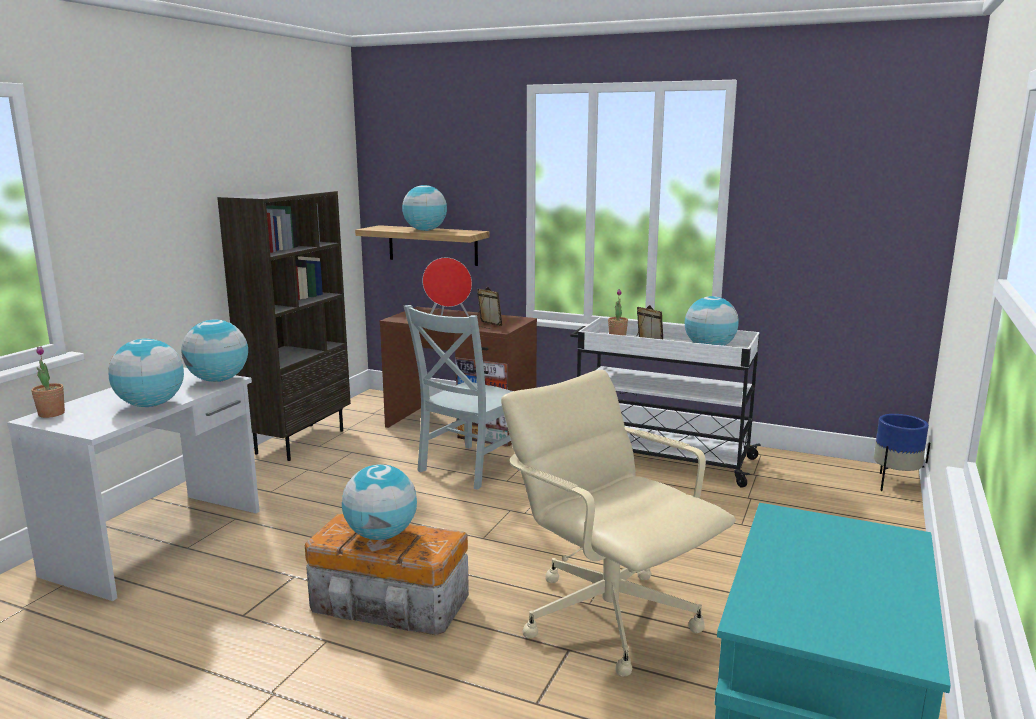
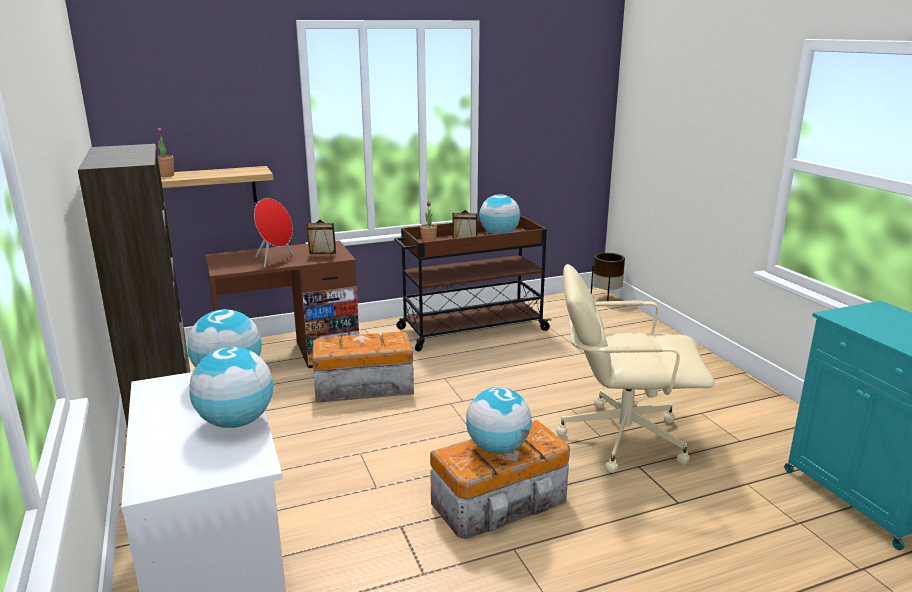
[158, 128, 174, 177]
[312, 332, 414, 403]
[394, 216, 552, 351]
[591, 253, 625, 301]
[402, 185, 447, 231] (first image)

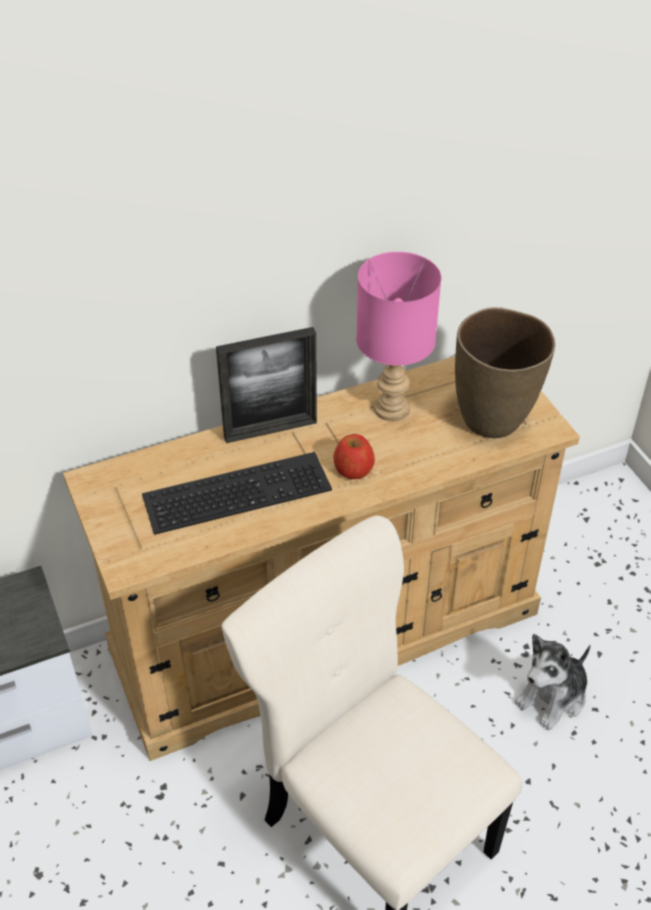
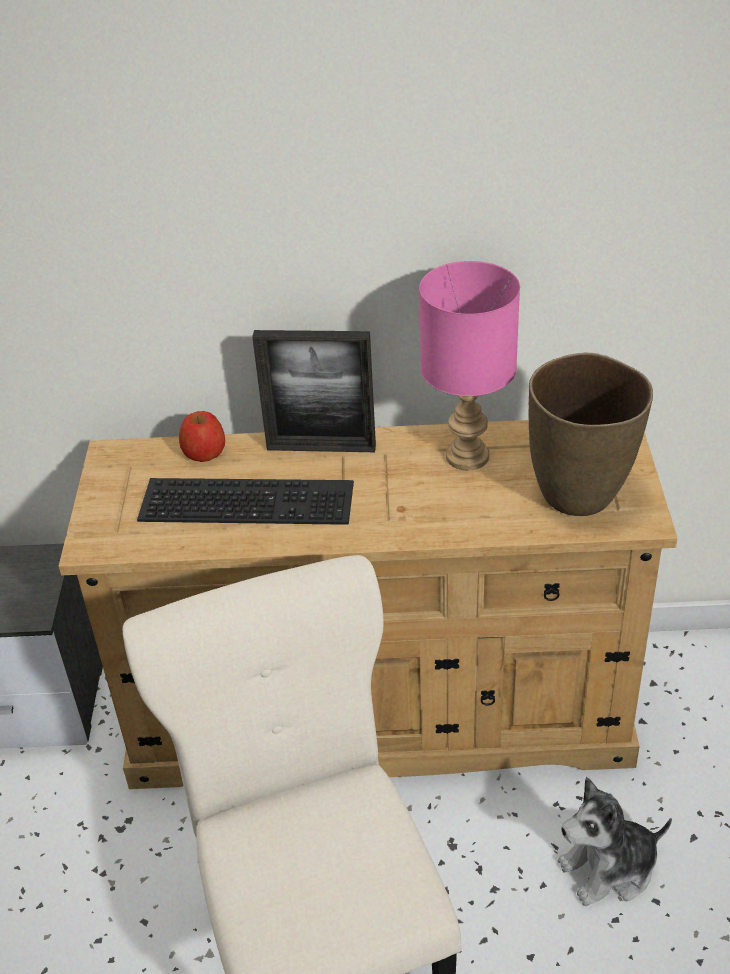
[179, 411, 225, 462]

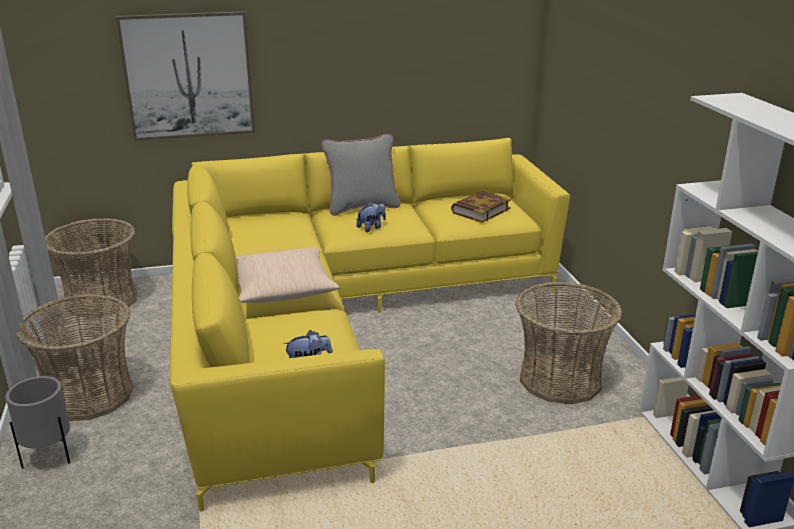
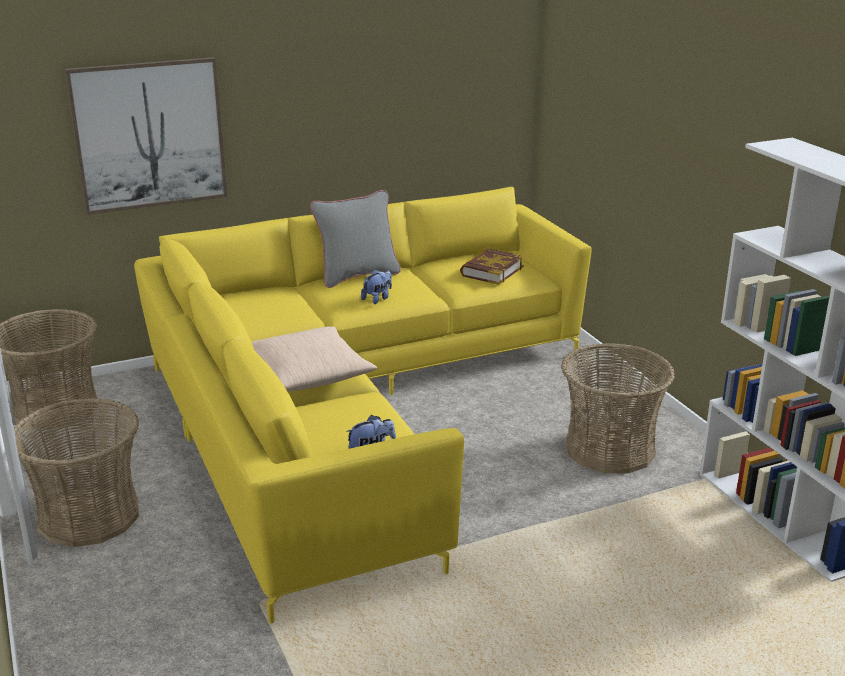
[6, 376, 70, 469] (first image)

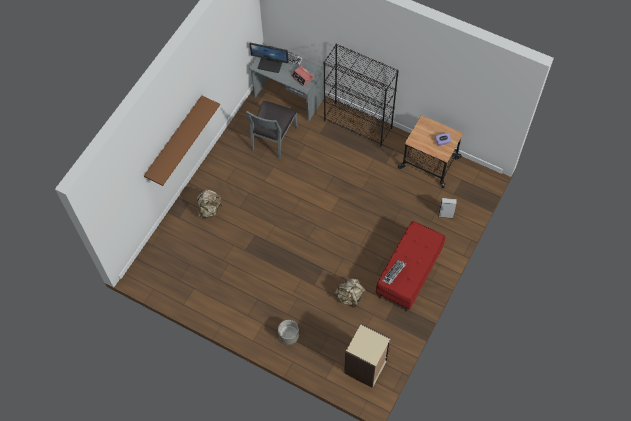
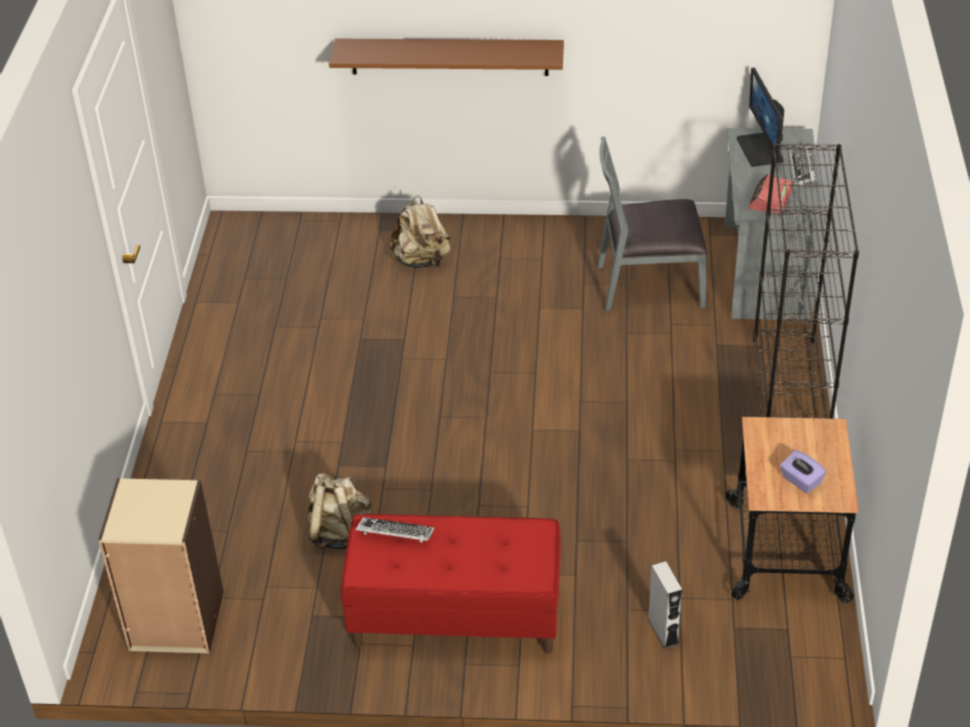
[278, 320, 299, 345] (first image)

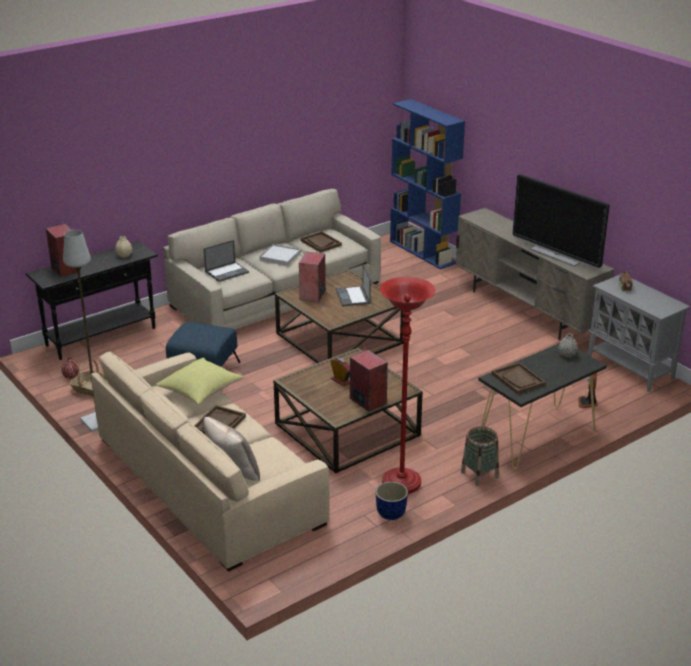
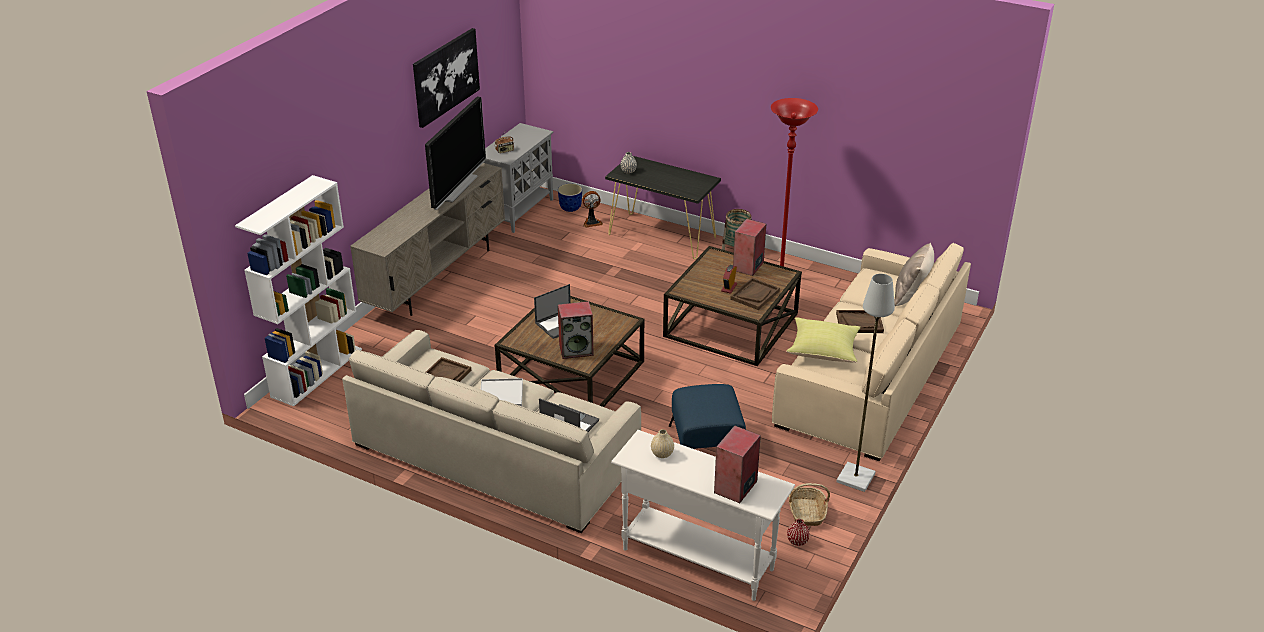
[235, 175, 362, 406]
[413, 28, 480, 128]
[558, 184, 582, 212]
[611, 430, 795, 601]
[730, 278, 780, 310]

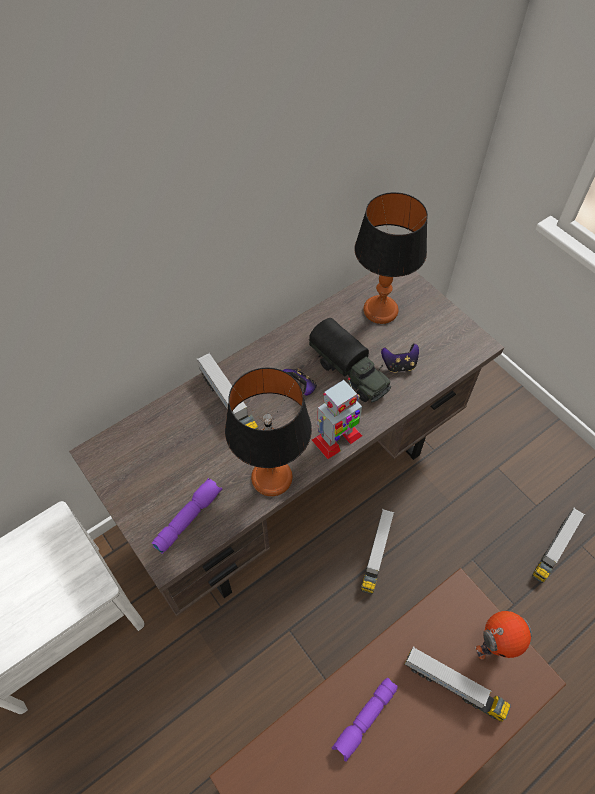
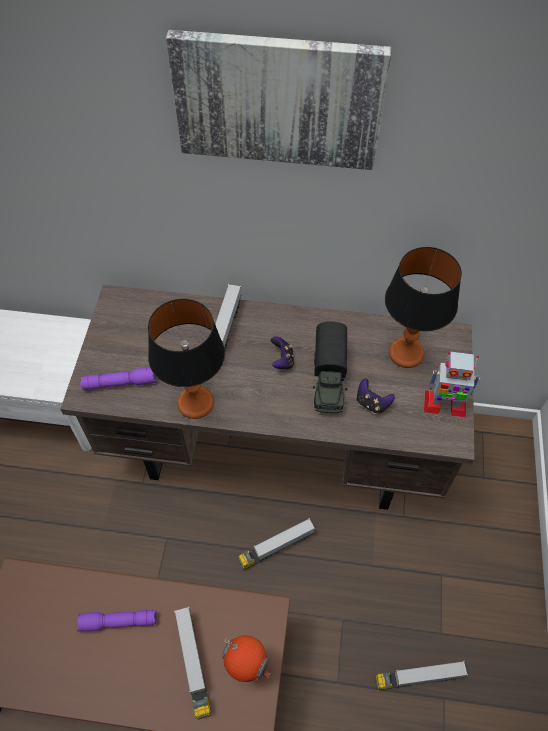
[166, 30, 392, 170]
[424, 352, 480, 417]

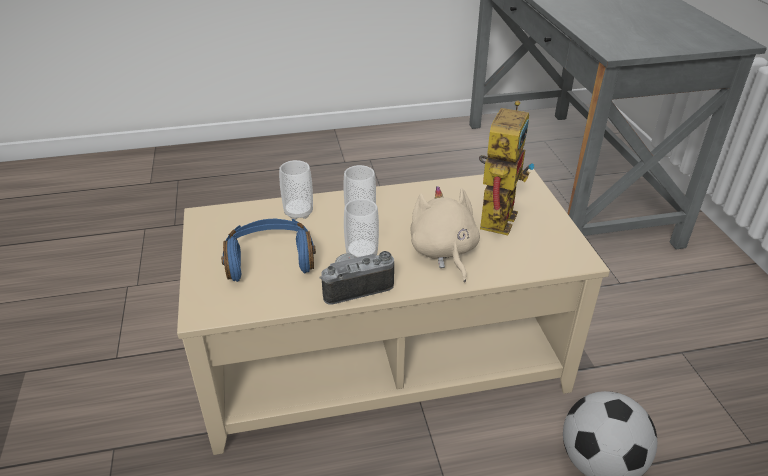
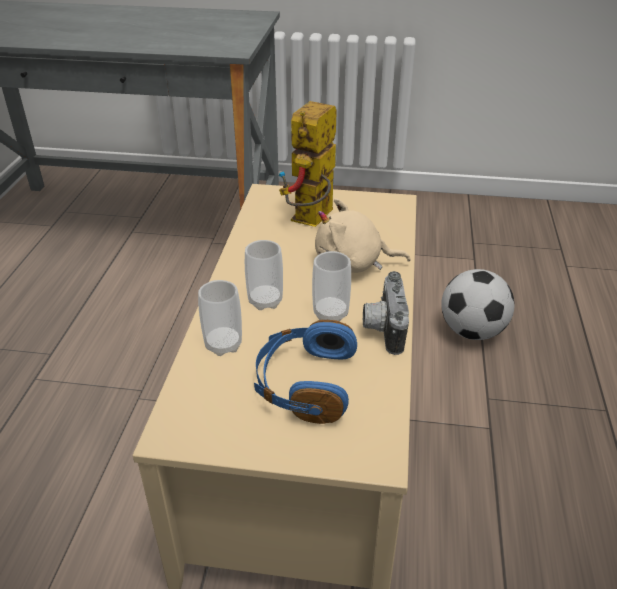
[279, 101, 337, 227]

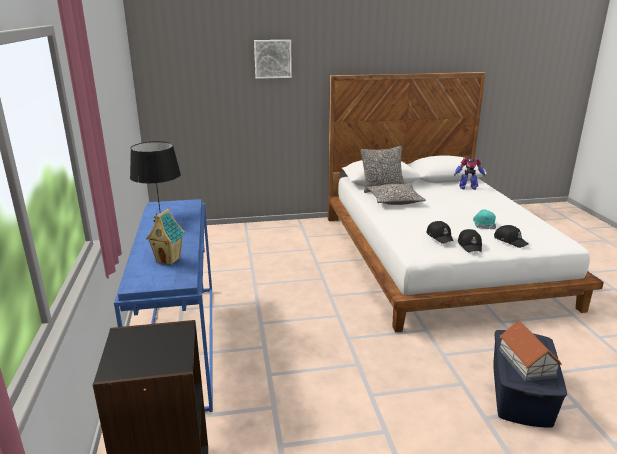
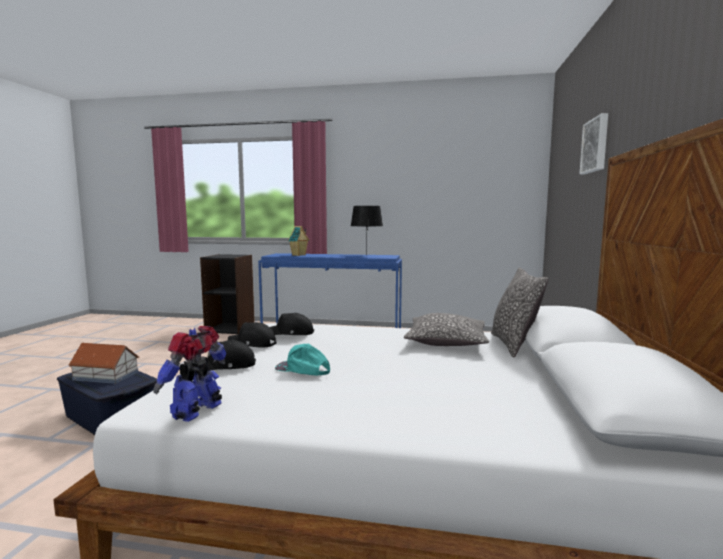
[153, 326, 226, 422]

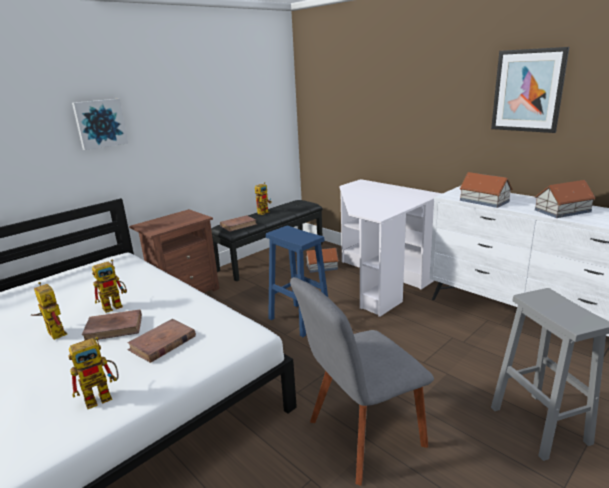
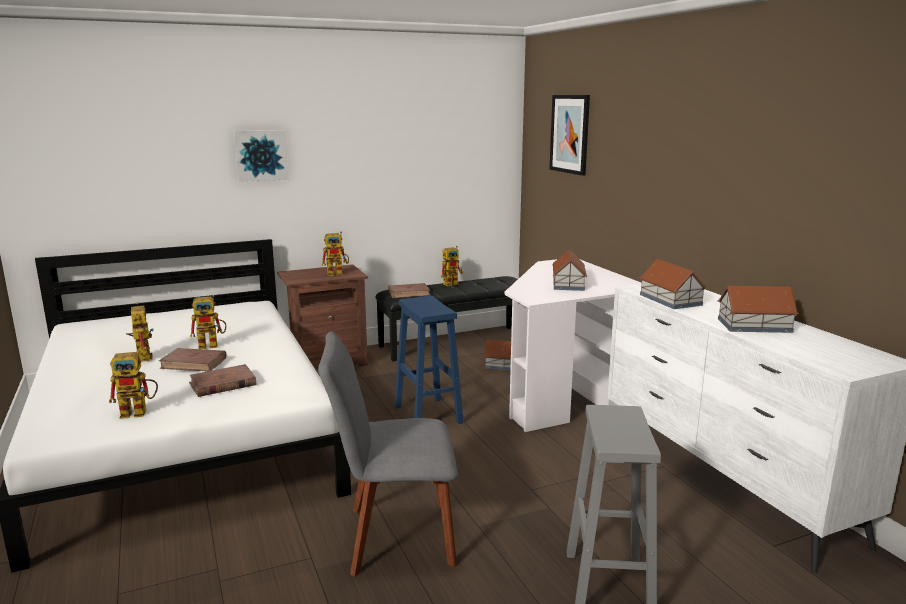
[322, 231, 349, 276]
[549, 95, 590, 176]
[552, 249, 587, 291]

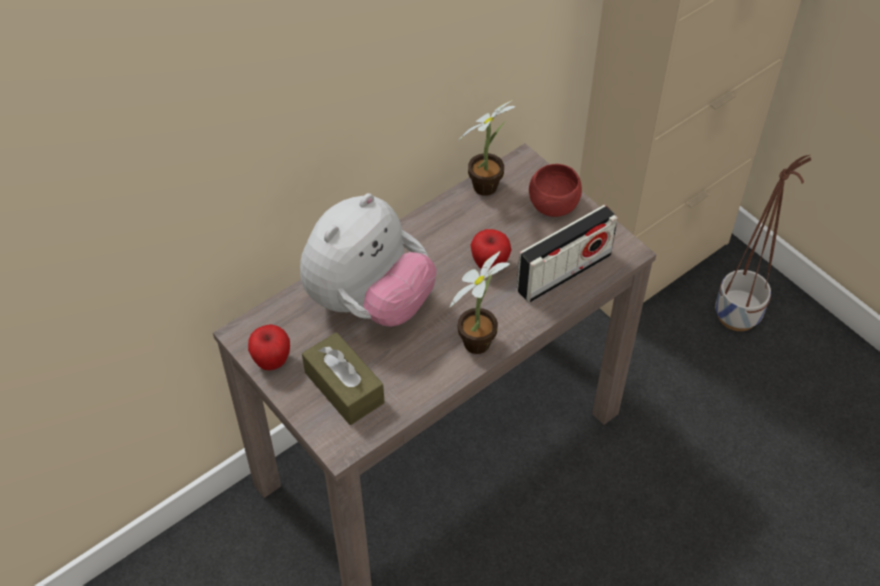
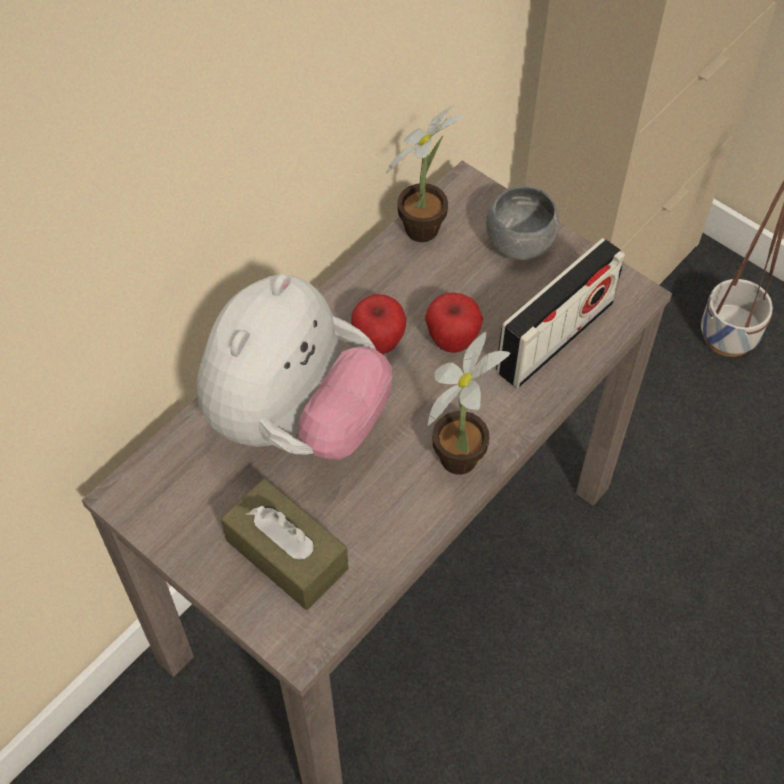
[351, 294, 407, 354]
[486, 186, 559, 260]

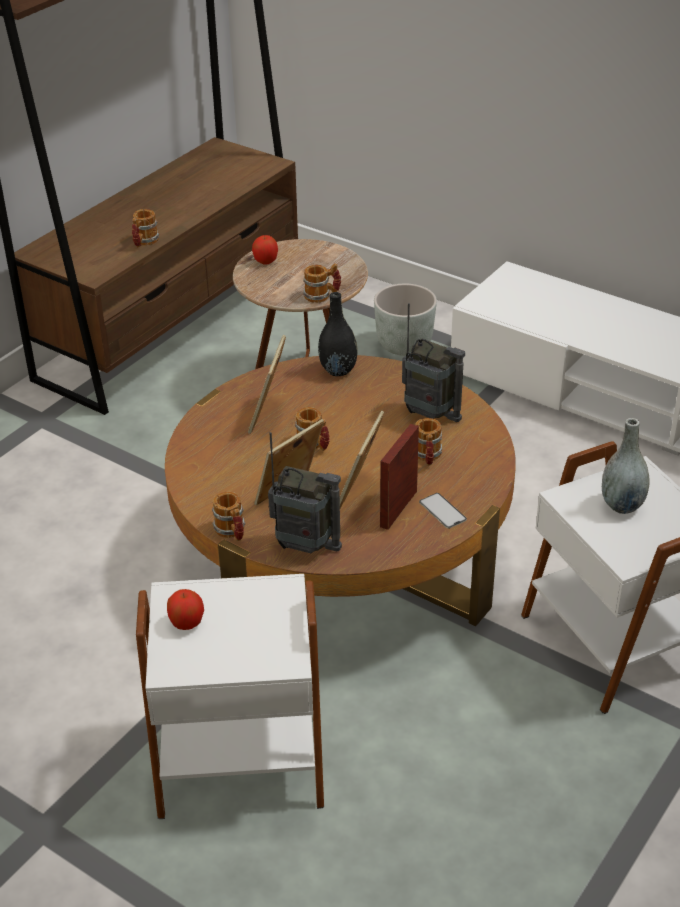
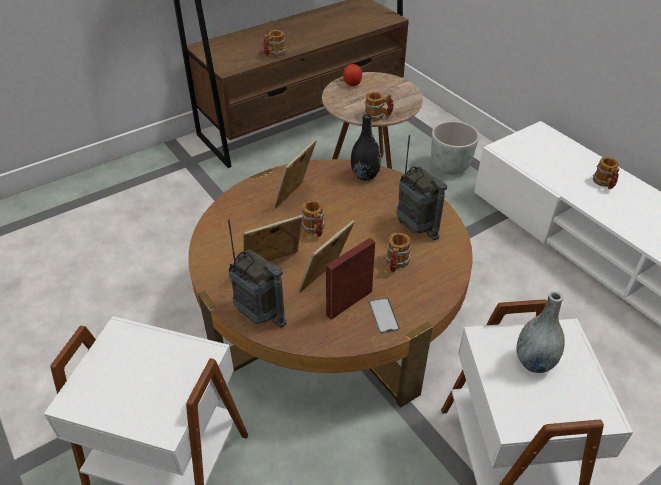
[593, 157, 620, 189]
[167, 589, 204, 630] (first image)

